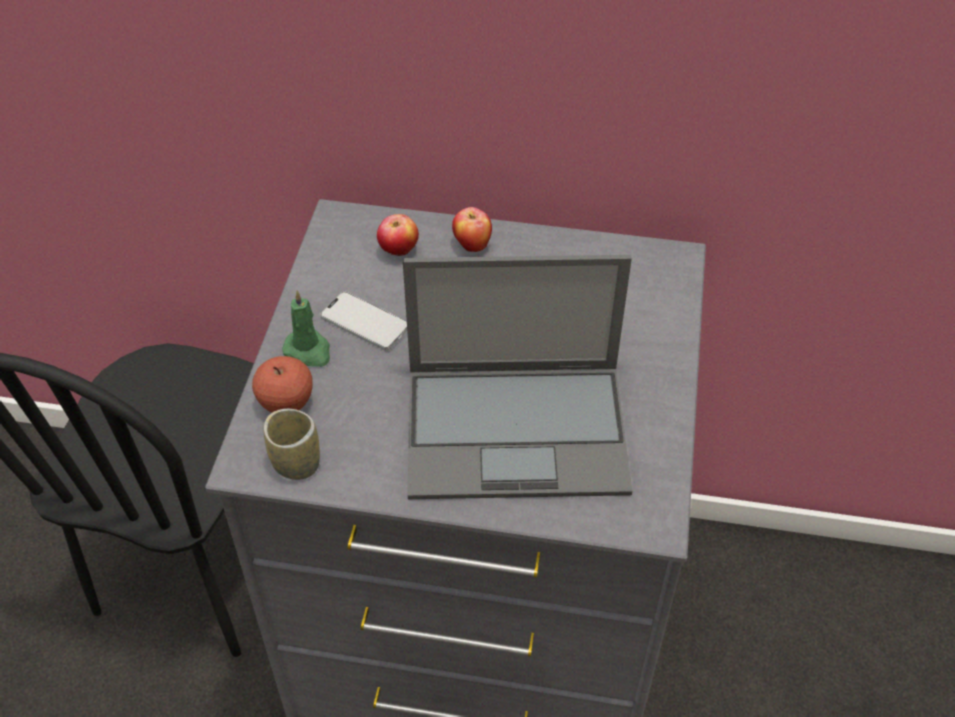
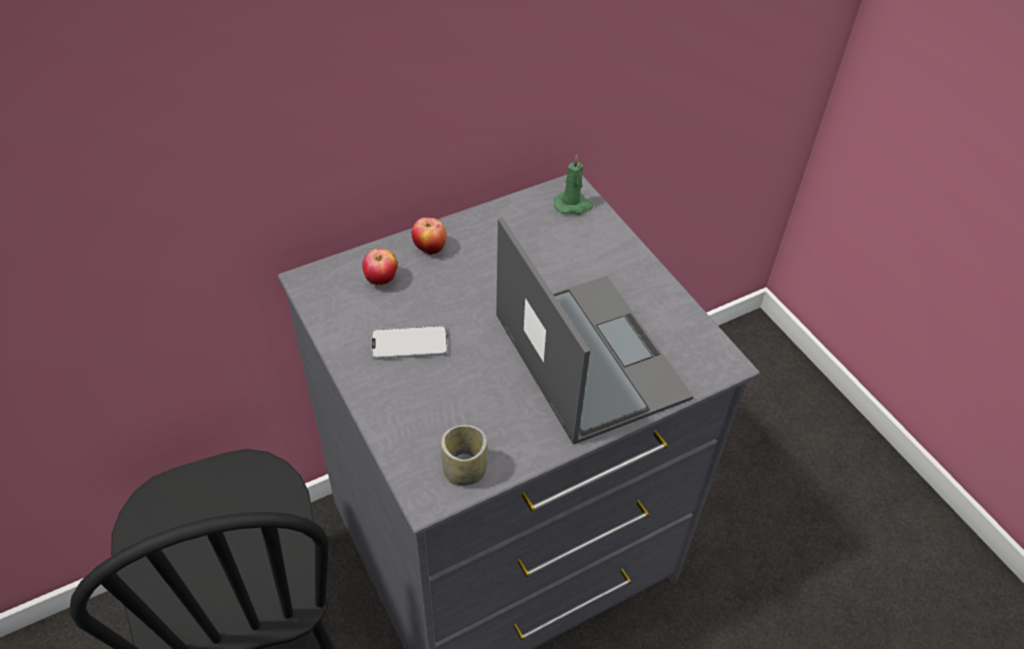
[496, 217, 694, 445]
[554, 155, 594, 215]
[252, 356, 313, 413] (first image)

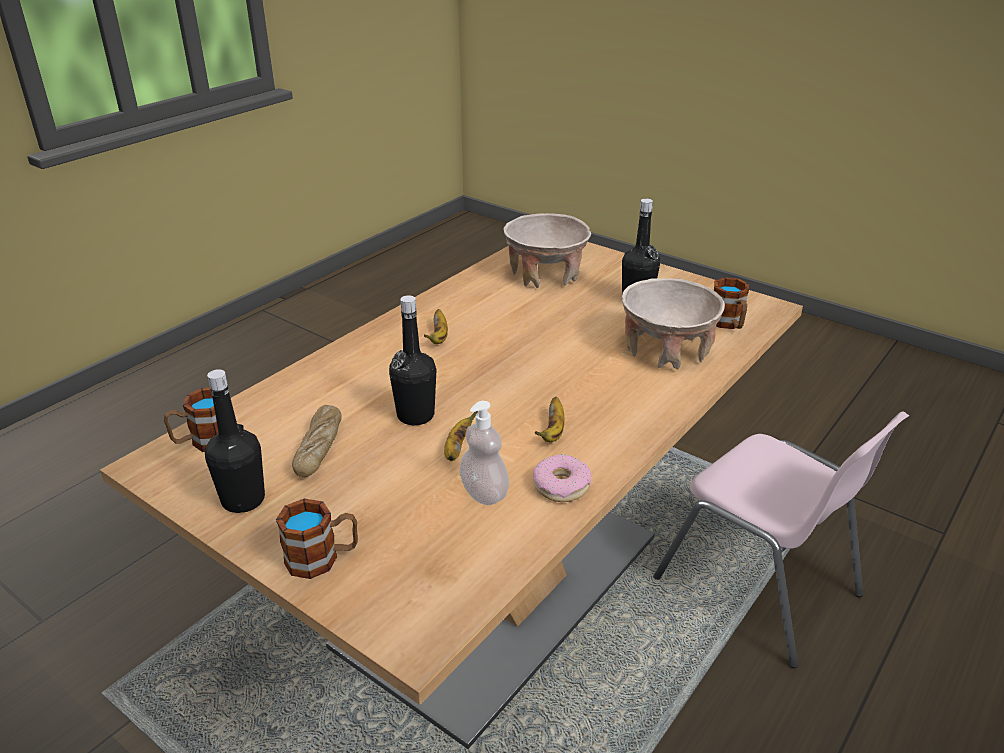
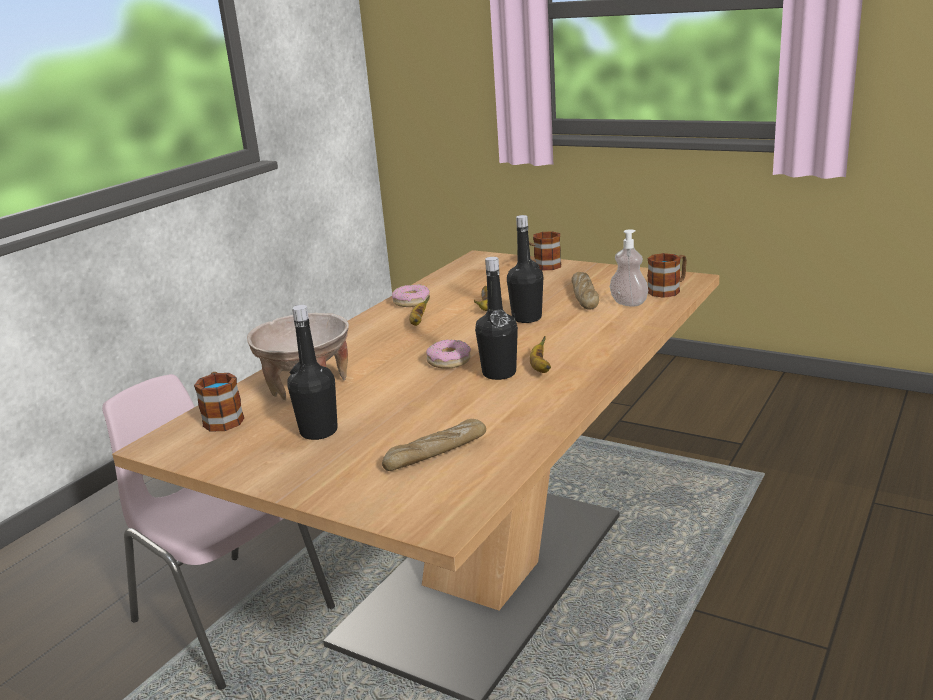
[382, 419, 486, 471]
[426, 339, 471, 369]
[475, 257, 518, 380]
[610, 230, 648, 307]

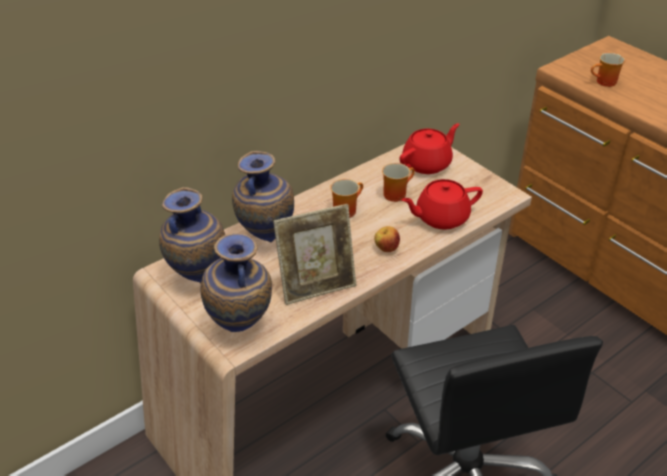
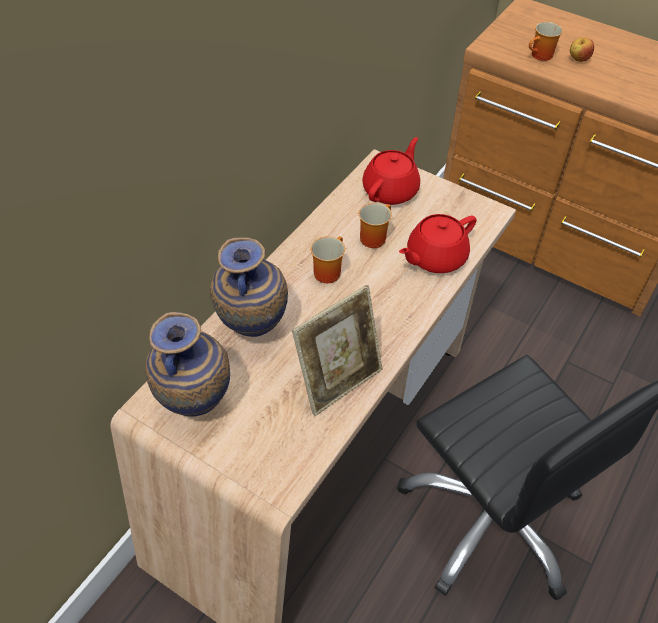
[570, 37, 594, 62]
[200, 233, 272, 332] (first image)

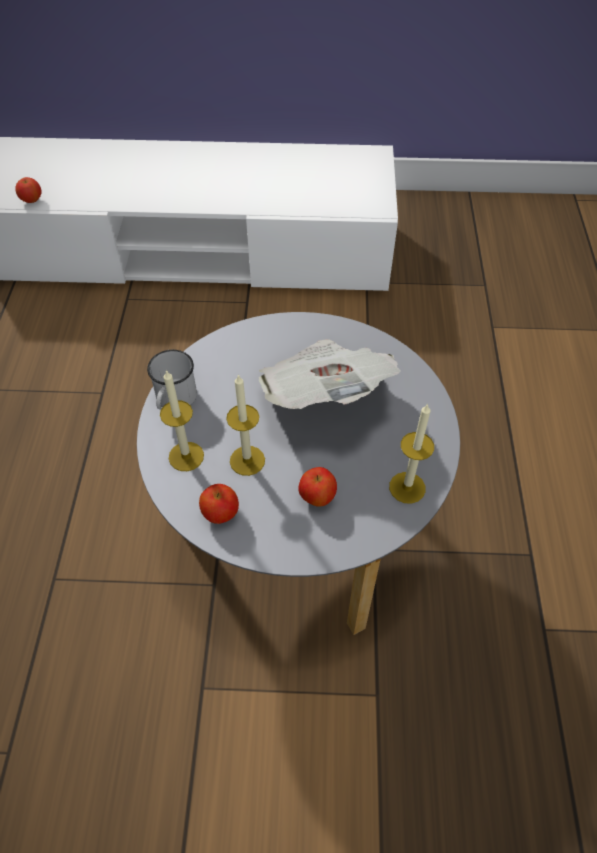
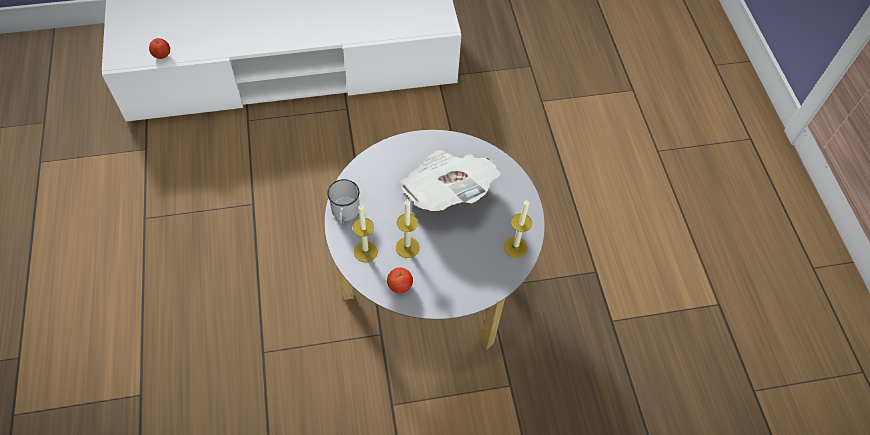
[298, 467, 337, 507] (first image)

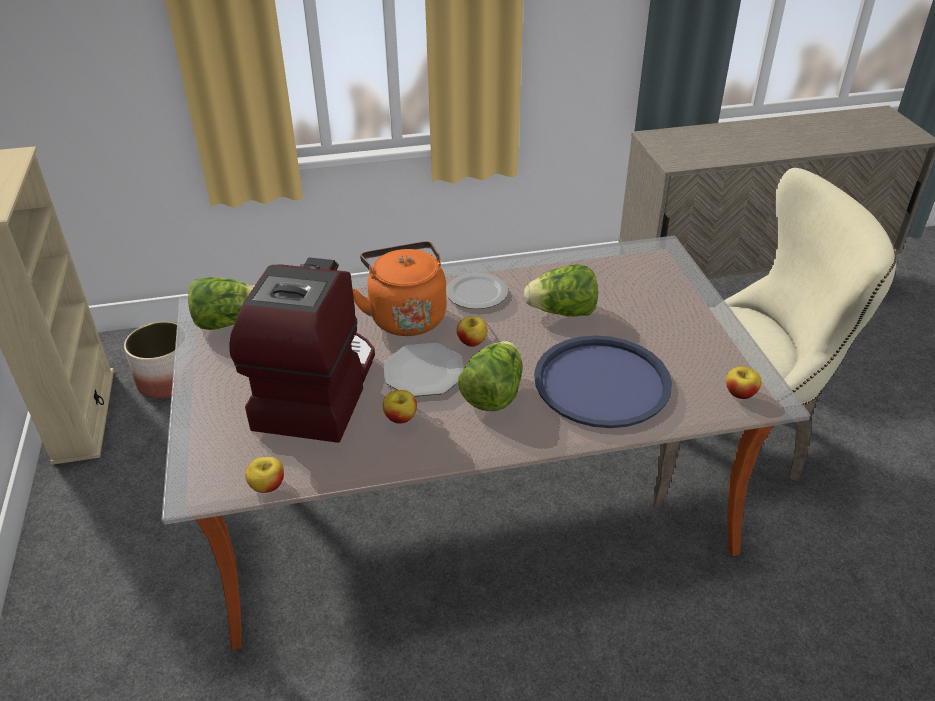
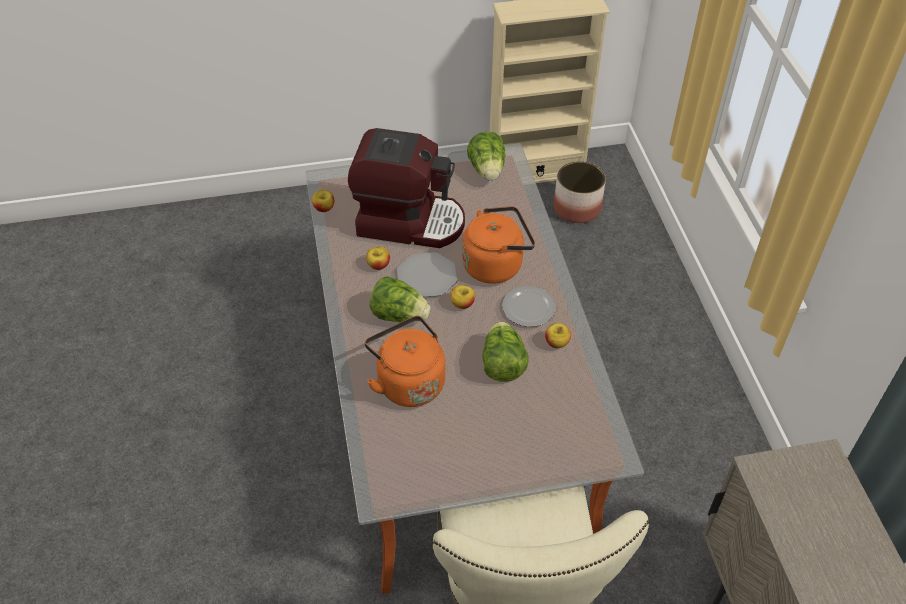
[365, 316, 445, 407]
[545, 323, 571, 348]

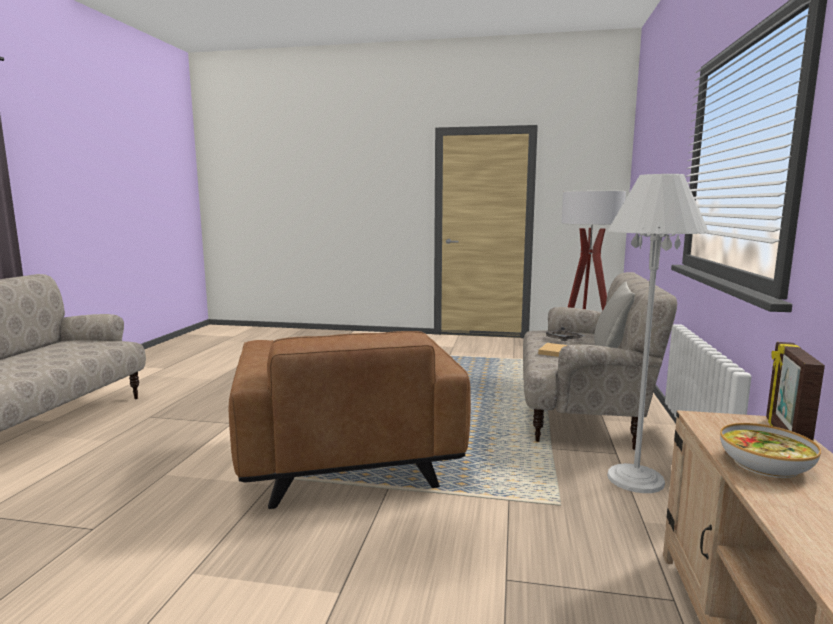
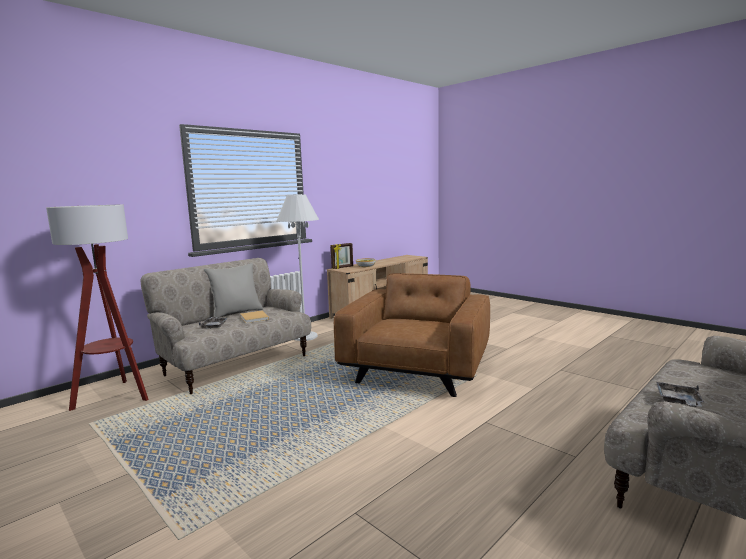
[656, 382, 704, 407]

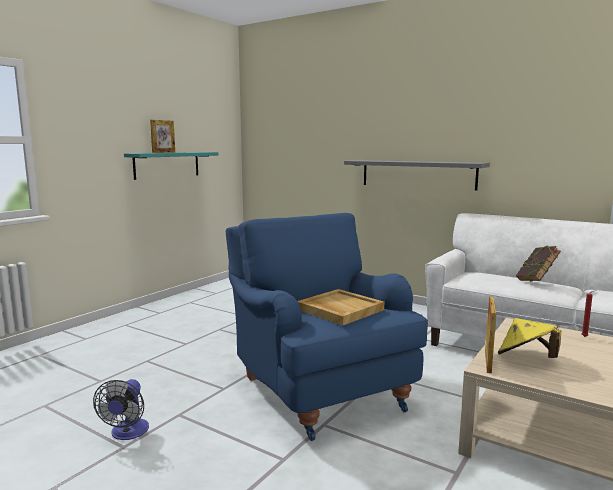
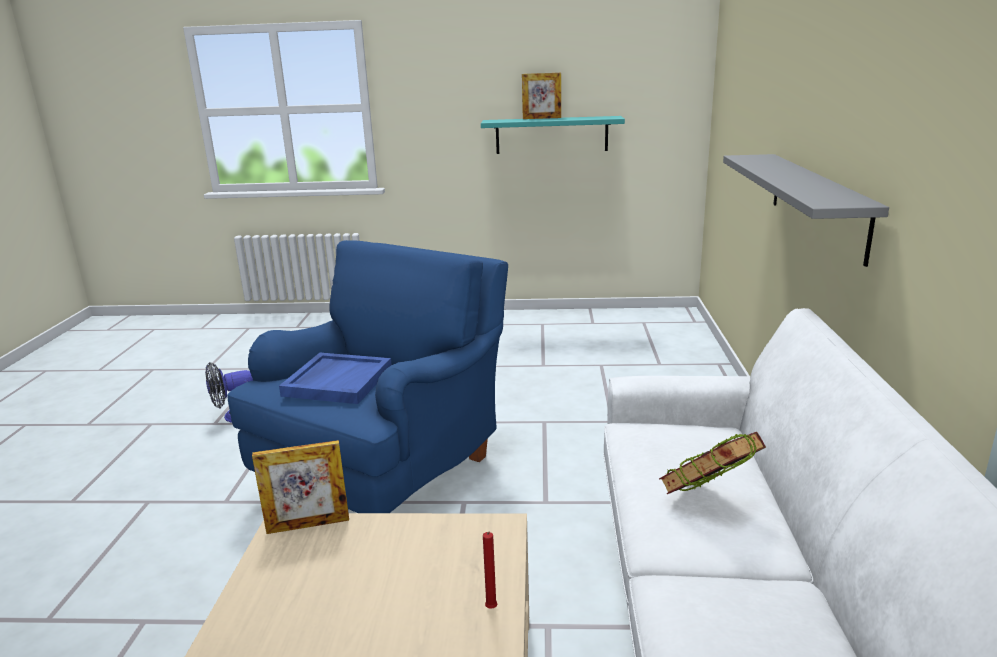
[279, 353, 392, 404]
[498, 318, 562, 358] (first image)

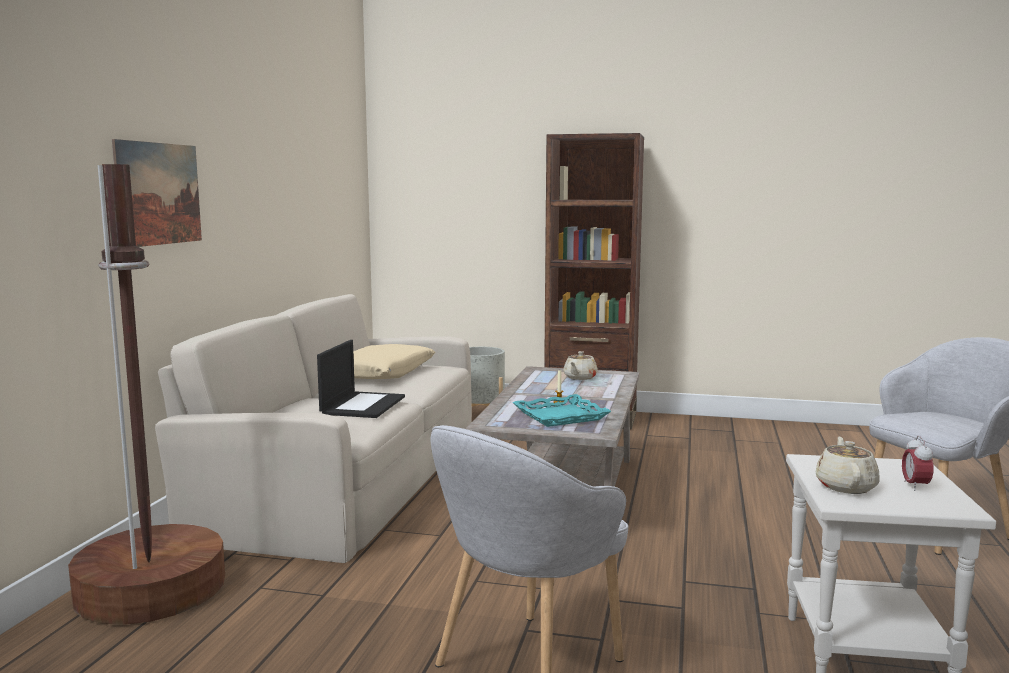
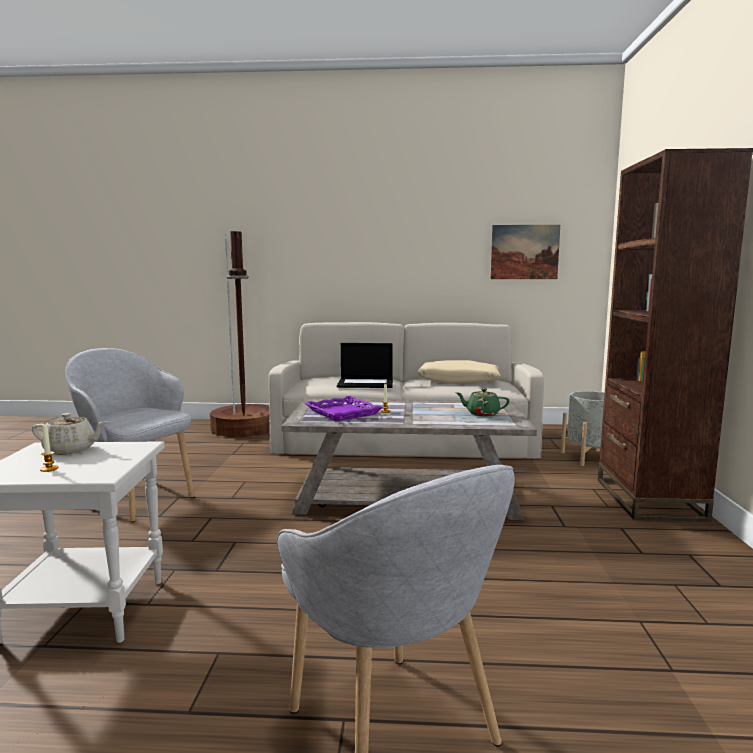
[40, 423, 58, 472]
[305, 396, 383, 421]
[456, 388, 509, 416]
[490, 225, 560, 279]

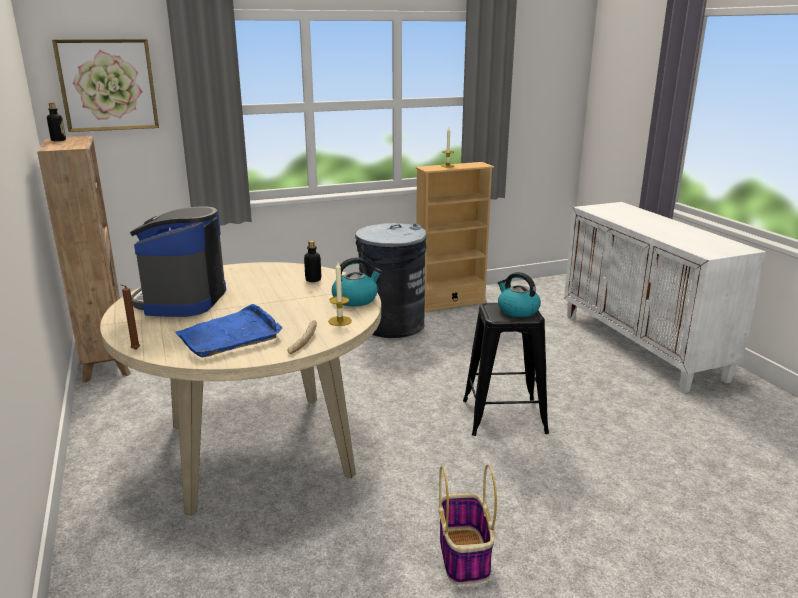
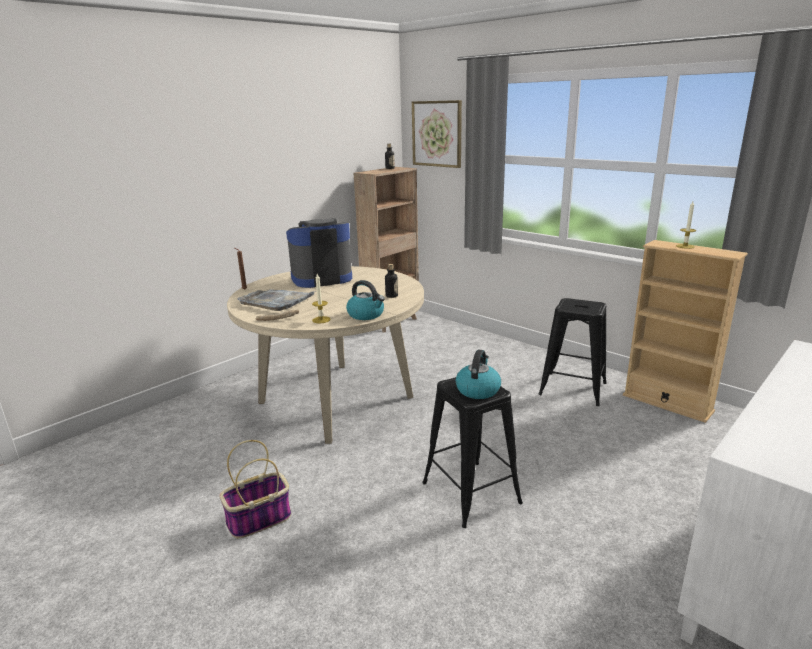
[237, 289, 315, 311]
[538, 298, 607, 406]

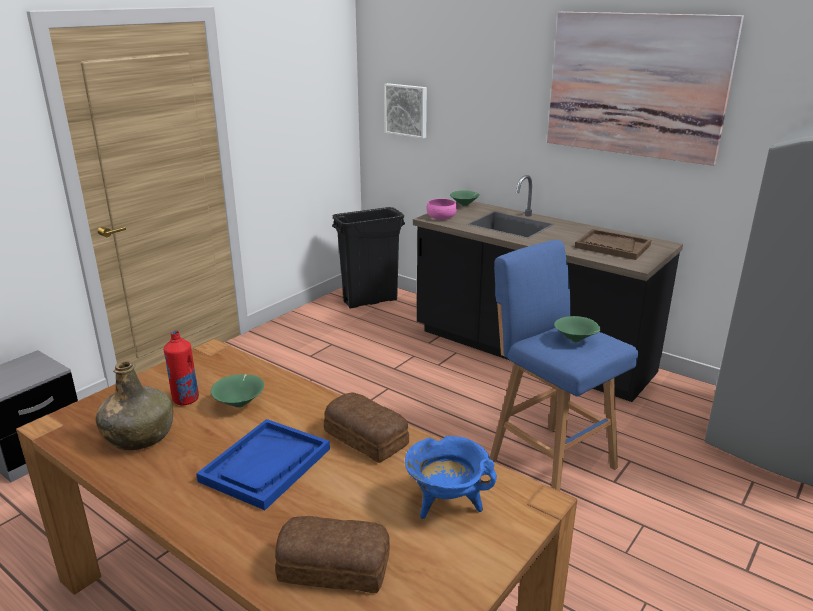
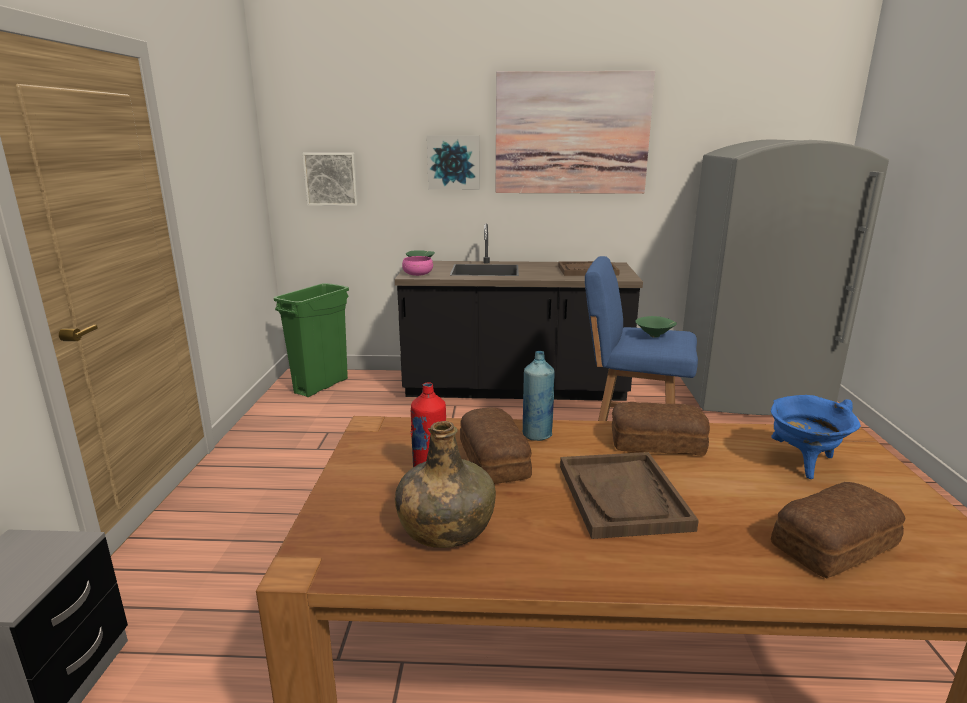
[274, 283, 349, 397]
[427, 135, 479, 190]
[460, 407, 532, 484]
[523, 351, 555, 441]
[560, 452, 699, 539]

